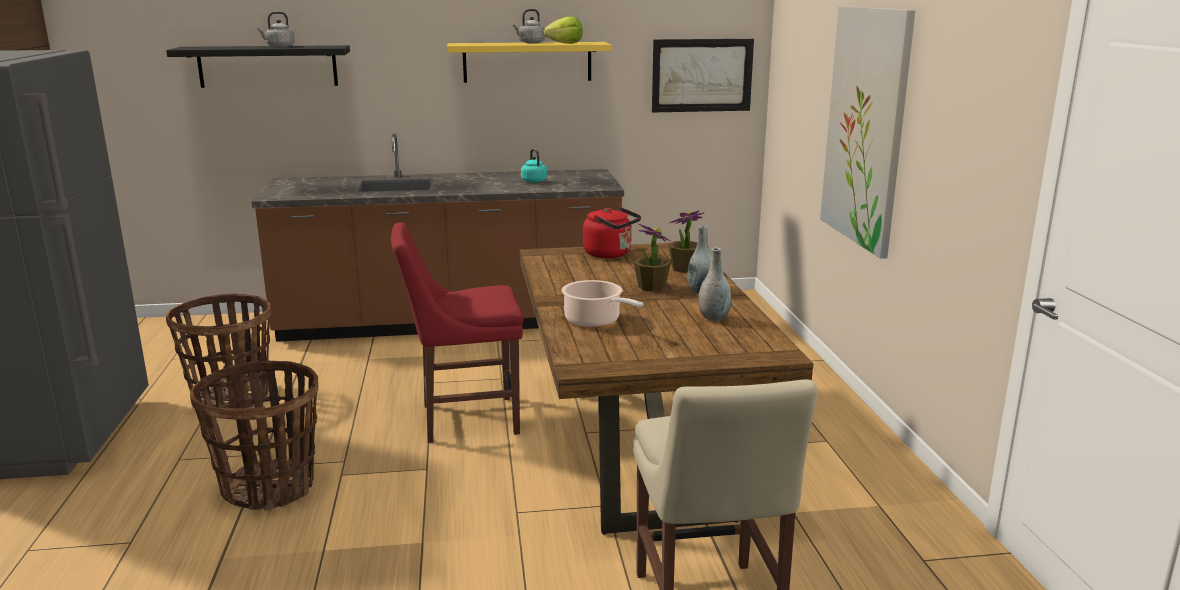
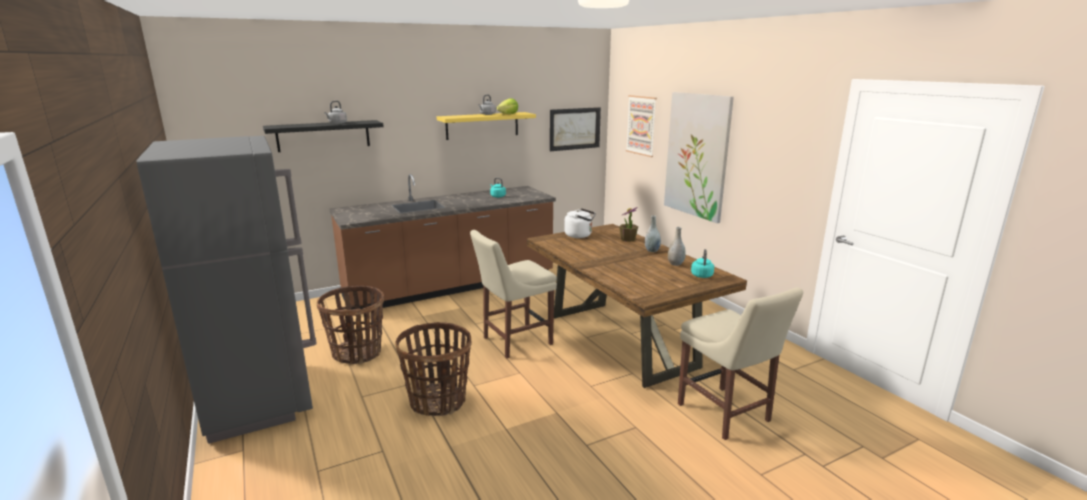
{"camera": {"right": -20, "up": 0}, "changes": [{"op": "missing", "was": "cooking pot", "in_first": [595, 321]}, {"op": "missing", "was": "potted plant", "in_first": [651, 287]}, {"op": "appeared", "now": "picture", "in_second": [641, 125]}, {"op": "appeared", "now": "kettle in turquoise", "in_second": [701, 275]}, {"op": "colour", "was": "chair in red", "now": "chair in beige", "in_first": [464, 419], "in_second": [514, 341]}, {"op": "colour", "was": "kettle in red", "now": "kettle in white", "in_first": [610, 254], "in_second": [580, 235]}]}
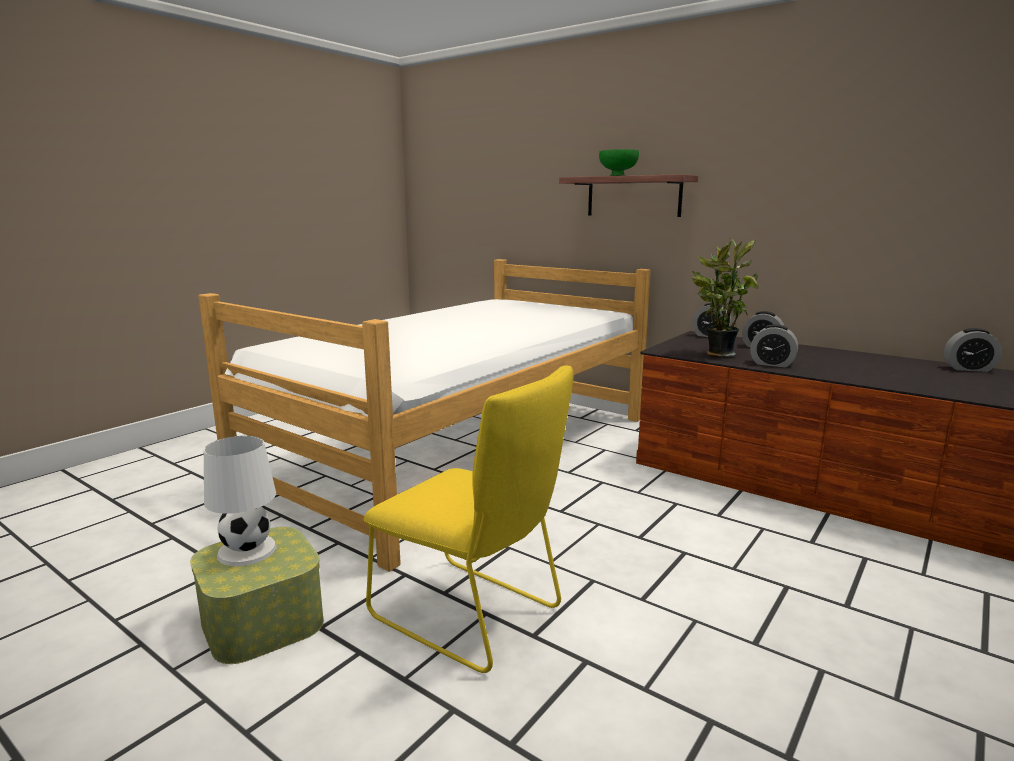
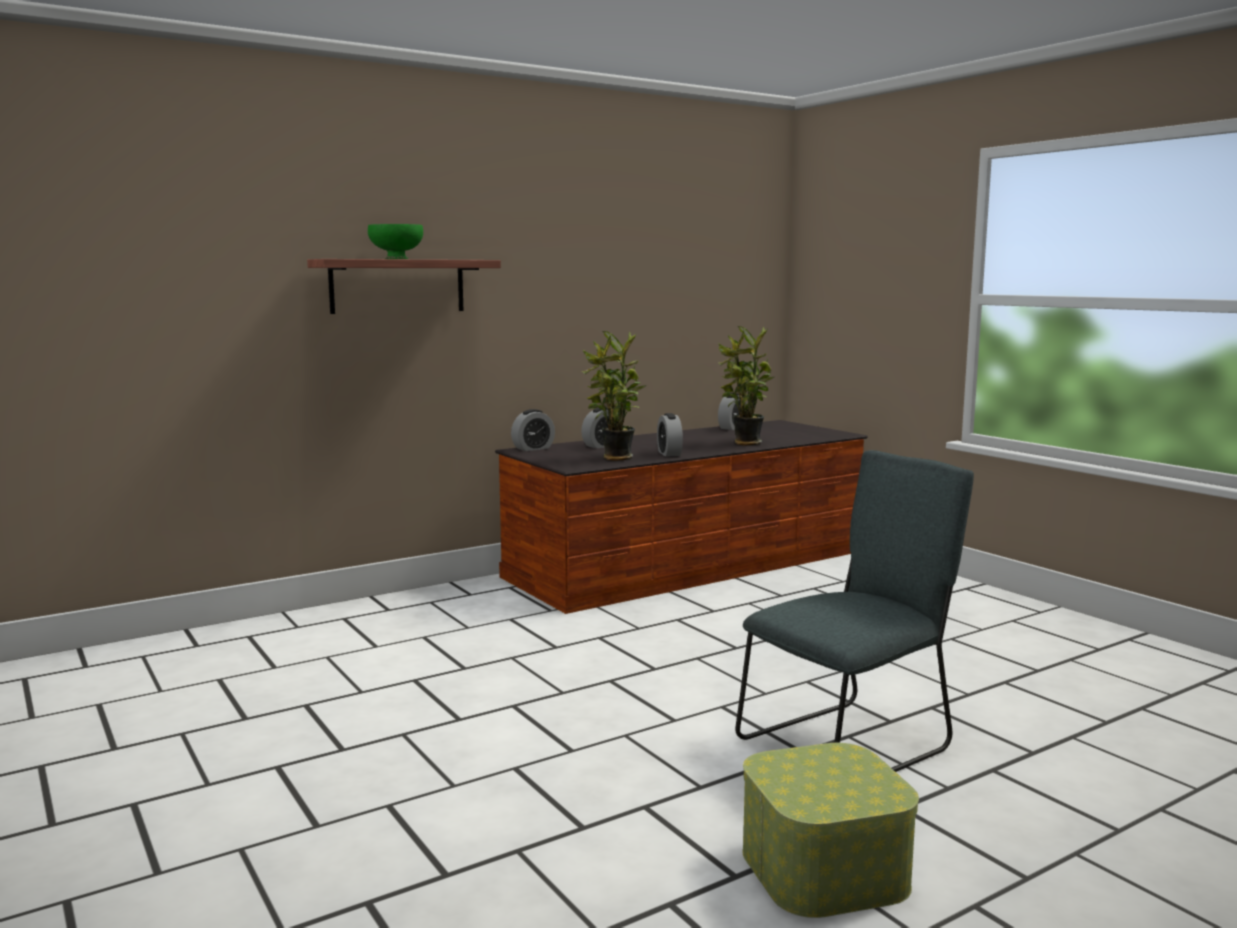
{"camera": {"right": -70, "up": -5}, "changes": [{"op": "missing", "was": "bed", "in_first": [463, 450]}, {"op": "missing", "was": "table lamp in white", "in_first": [247, 551]}, {"op": "appeared", "now": "potted plant", "in_second": [744, 443]}, {"op": "colour", "was": "chair in yellow", "now": "chair in grey", "in_first": [472, 616], "in_second": [851, 743]}, {"op": "spun", "was": "alarm clock", "in_first": [772, 364], "in_second": [669, 453], "clockwise": 120}]}
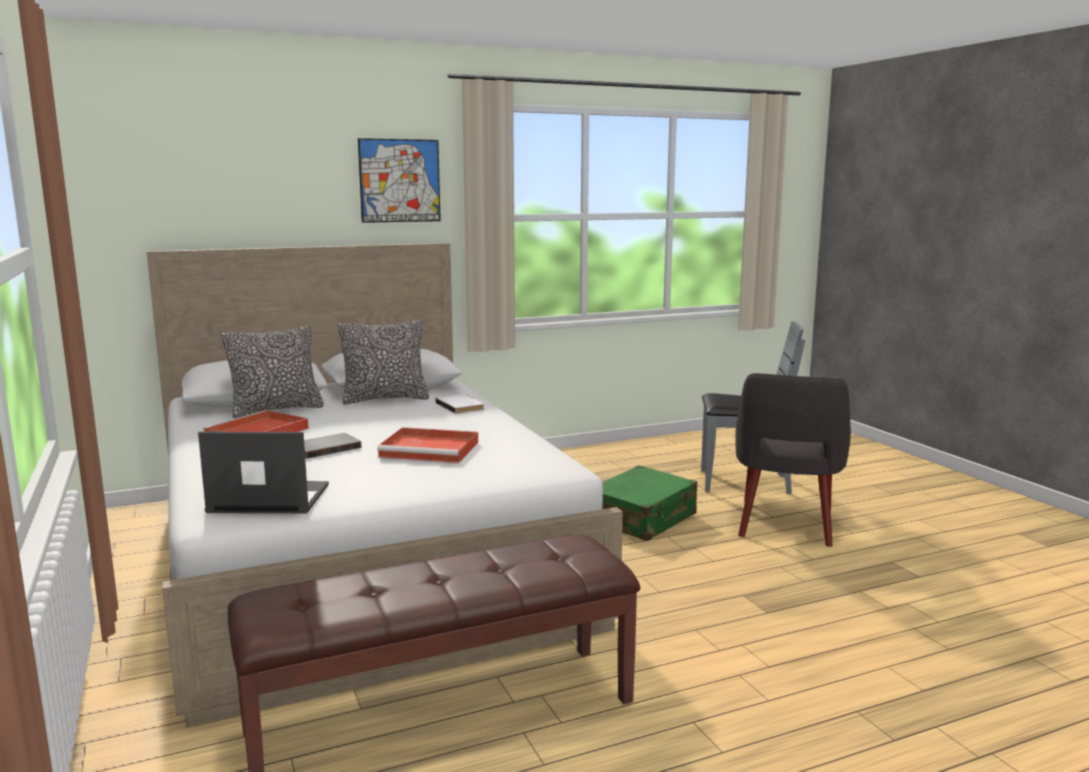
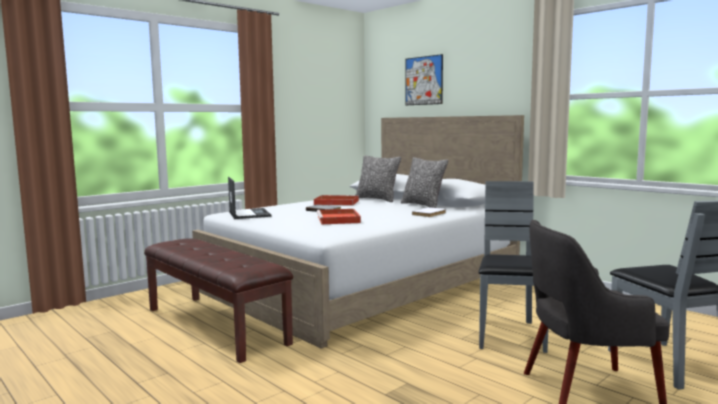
{"camera": {"right": 70, "up": -5}, "changes": [{"op": "relocated", "was": "picture", "in_first": [400, 180], "in_second": [423, 80]}, {"op": "exchanged", "was": "suitcase in green", "now": "chair in grey", "in_first": [642, 518], "in_second": [508, 335]}]}
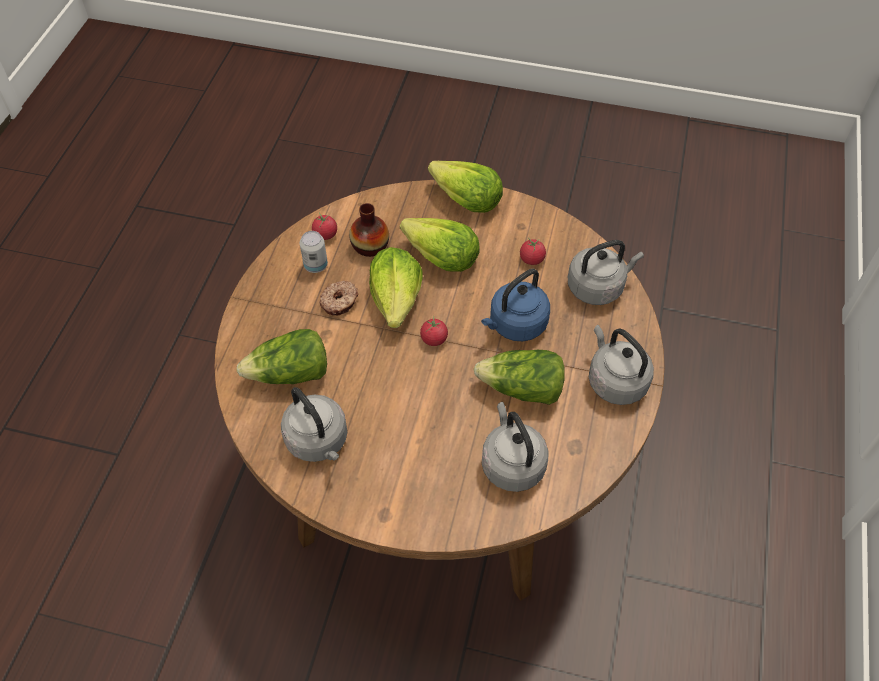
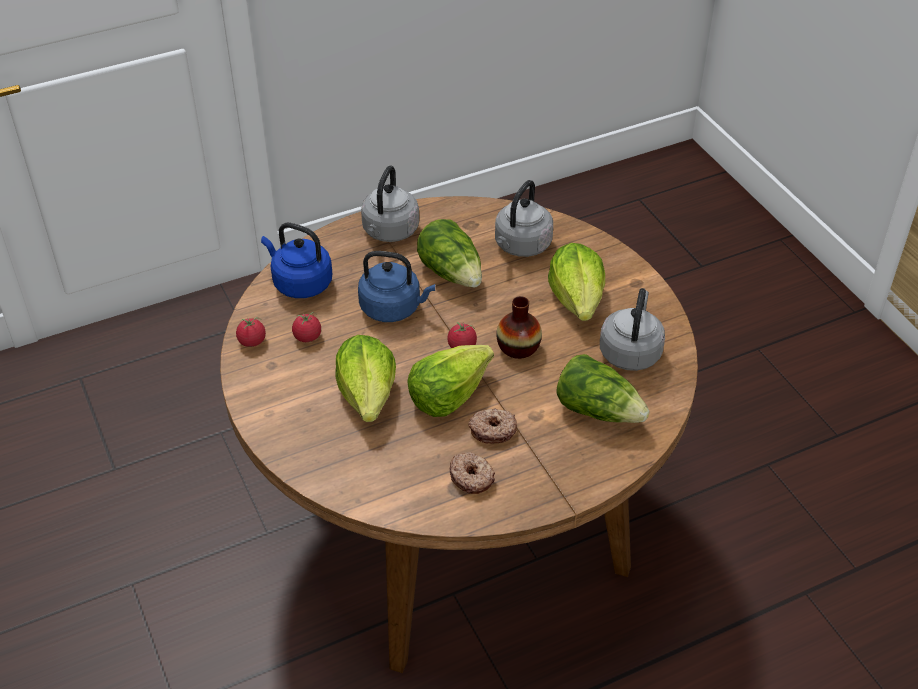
{"camera": {"right": -130, "up": -10}, "changes": [{"op": "relocated", "was": "tomato", "in_first": [325, 234], "in_second": [252, 341]}, {"op": "relocated", "was": "vase", "in_first": [370, 246], "in_second": [518, 347]}, {"op": "relocated", "was": "lettuce", "in_first": [465, 200], "in_second": [577, 300]}, {"op": "exchanged", "was": "can", "now": "donut", "in_first": [316, 265], "in_second": [471, 477]}, {"op": "colour", "was": "kettle in grey", "now": "kettle in blue", "in_first": [598, 287], "in_second": [300, 283]}]}
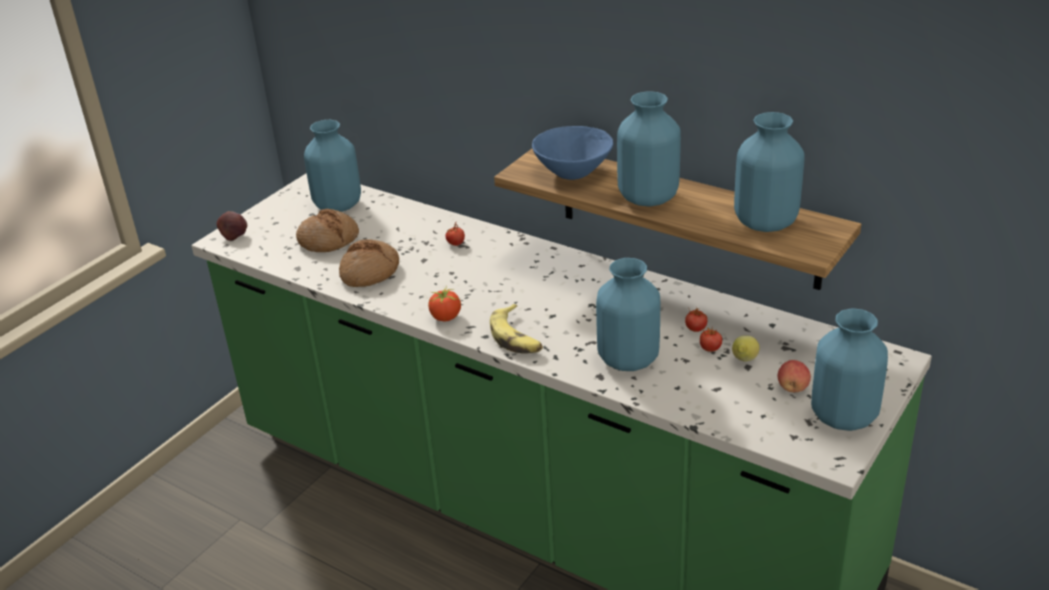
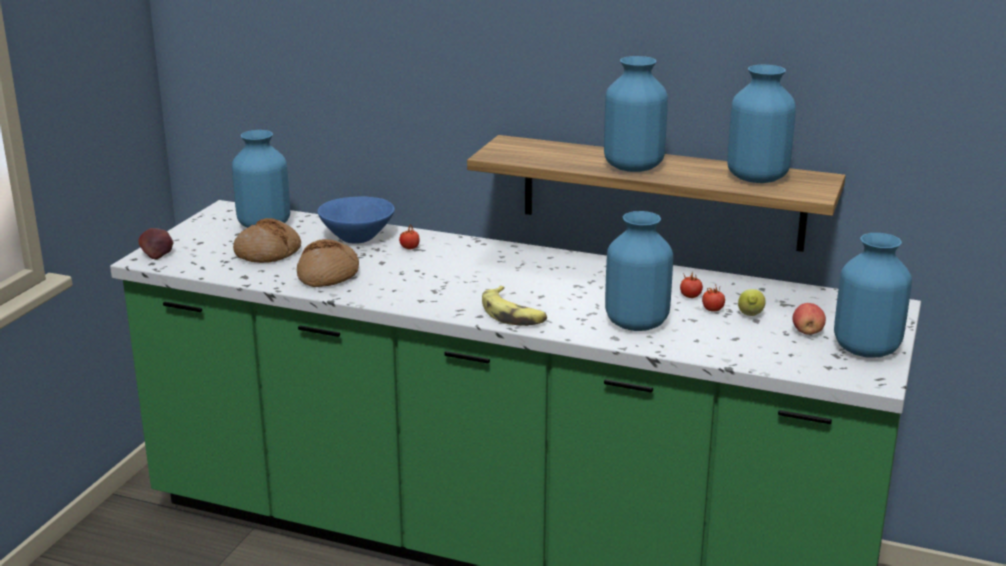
{"camera": {"right": -15, "up": -10}, "changes": [{"op": "missing", "was": "tomato", "in_first": [446, 317]}, {"op": "relocated", "was": "bowl in blue", "in_first": [574, 172], "in_second": [358, 238]}]}
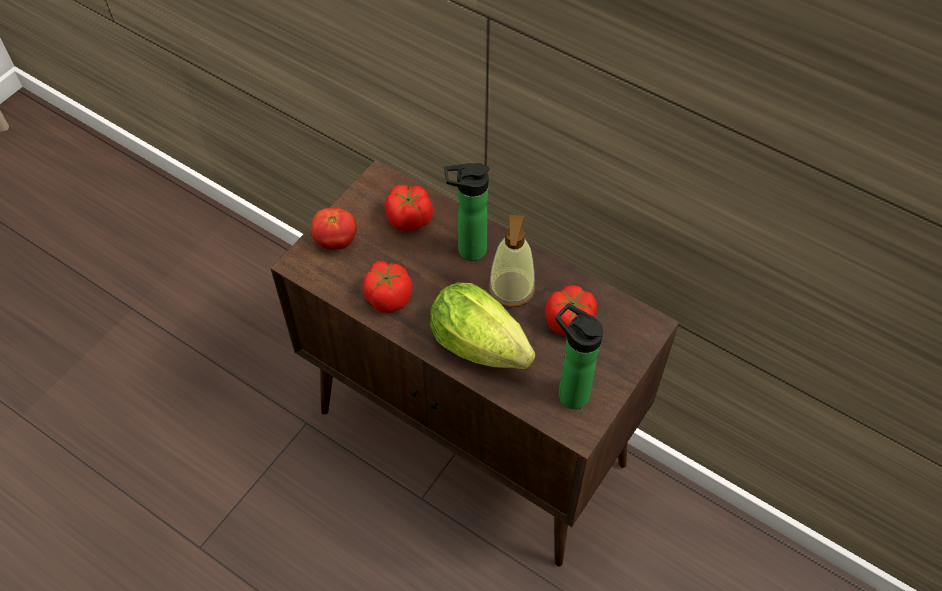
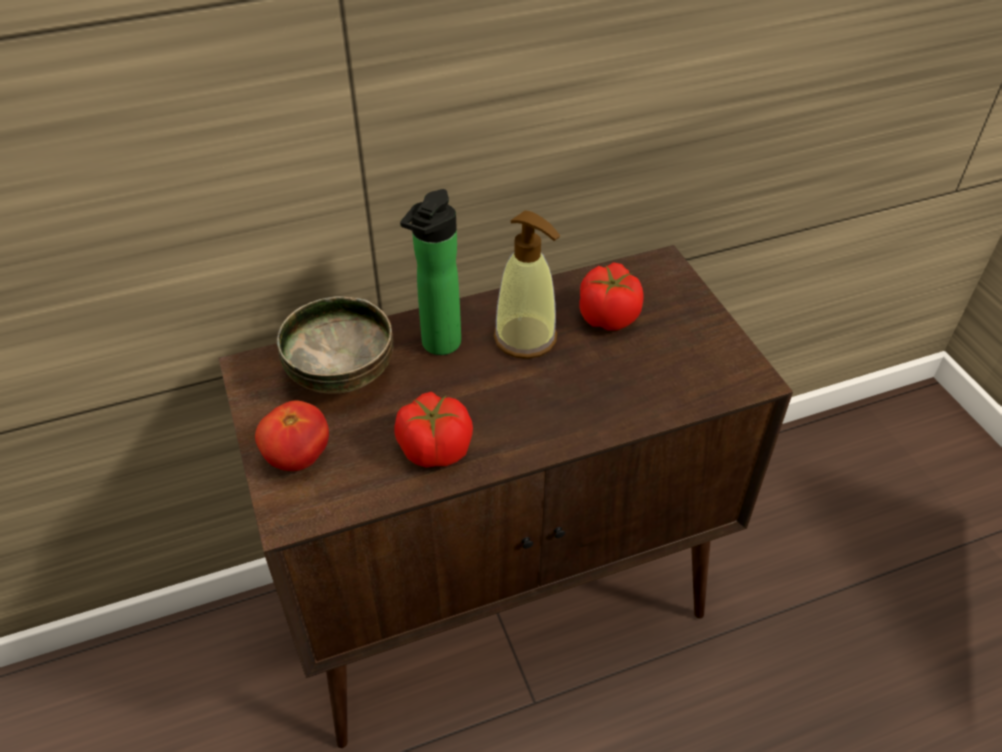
{"camera": {"right": -55, "up": -10}, "changes": [{"op": "missing", "was": "lettuce", "in_first": [484, 348]}, {"op": "missing", "was": "bottle", "in_first": [569, 392]}, {"op": "exchanged", "was": "tomato", "now": "bowl", "in_first": [410, 219], "in_second": [342, 372]}]}
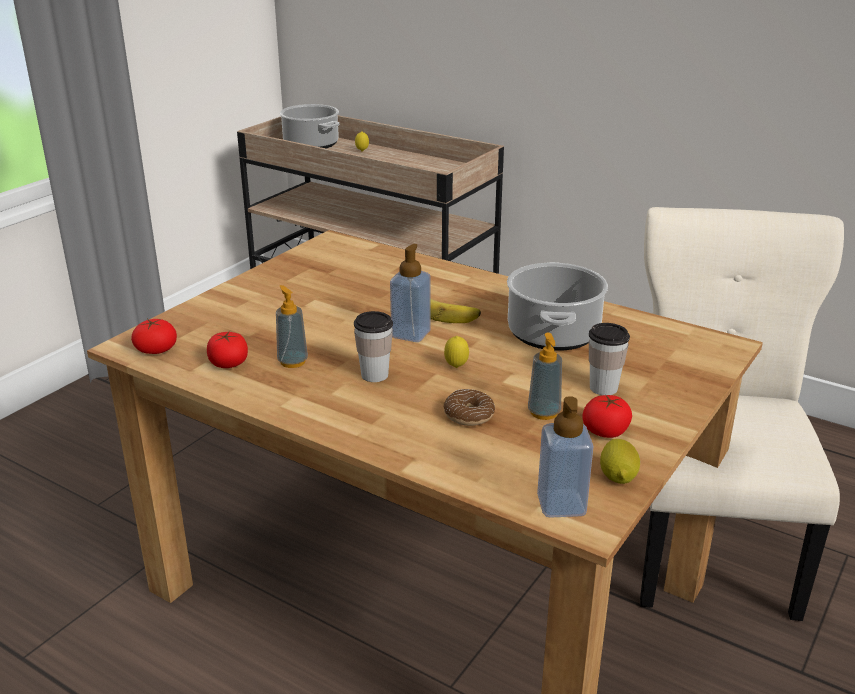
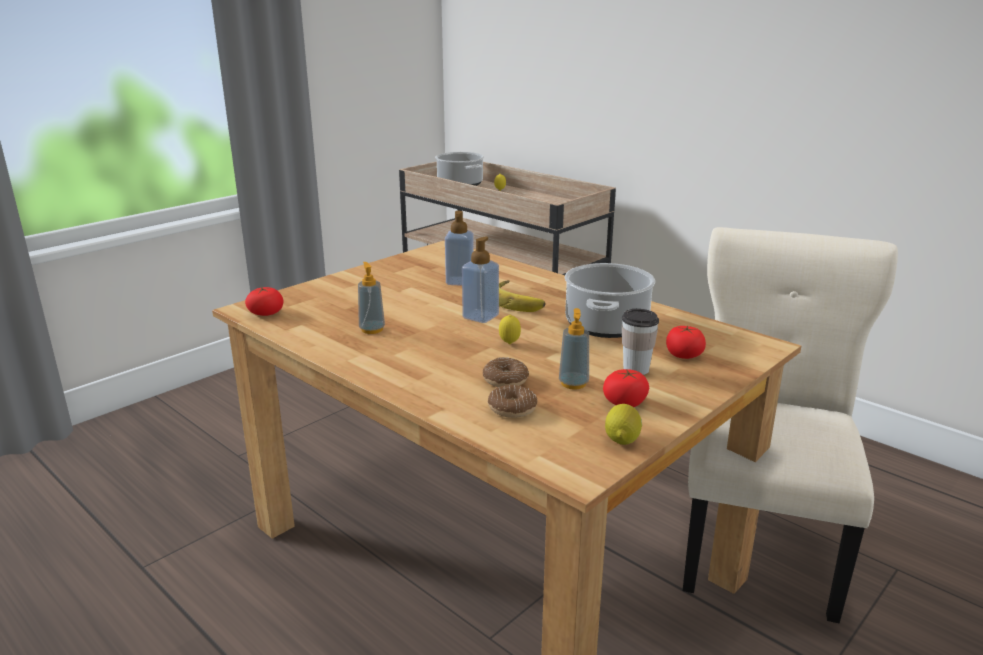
{"camera": {"right": 10, "up": -5}, "changes": [{"op": "missing", "was": "cup", "in_first": [375, 375]}, {"op": "appeared", "now": "donut", "in_second": [512, 408]}, {"op": "relocated", "was": "tomato", "in_first": [228, 363], "in_second": [684, 355]}, {"op": "relocated", "was": "soap dispenser", "in_first": [561, 504], "in_second": [460, 281]}]}
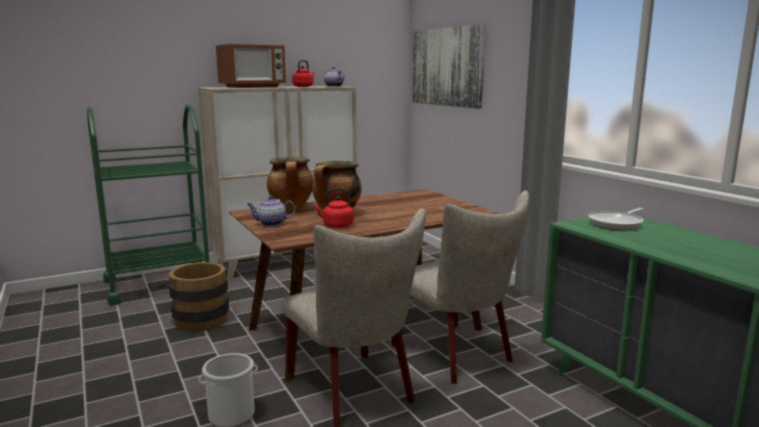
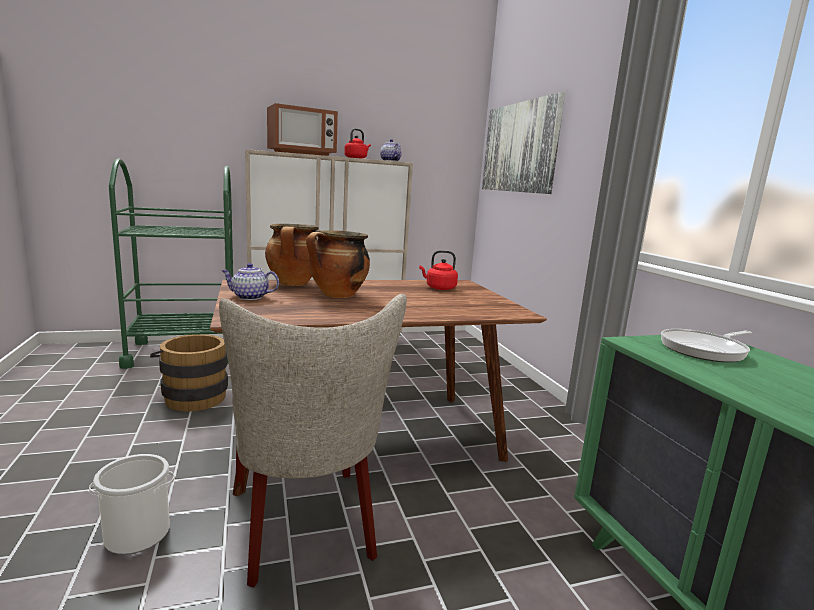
{"camera": {"right": 10, "up": 0}, "changes": [{"op": "missing", "was": "chair in beige", "in_first": [457, 355]}, {"op": "relocated", "was": "kettle in red", "in_first": [336, 225], "in_second": [439, 288]}]}
